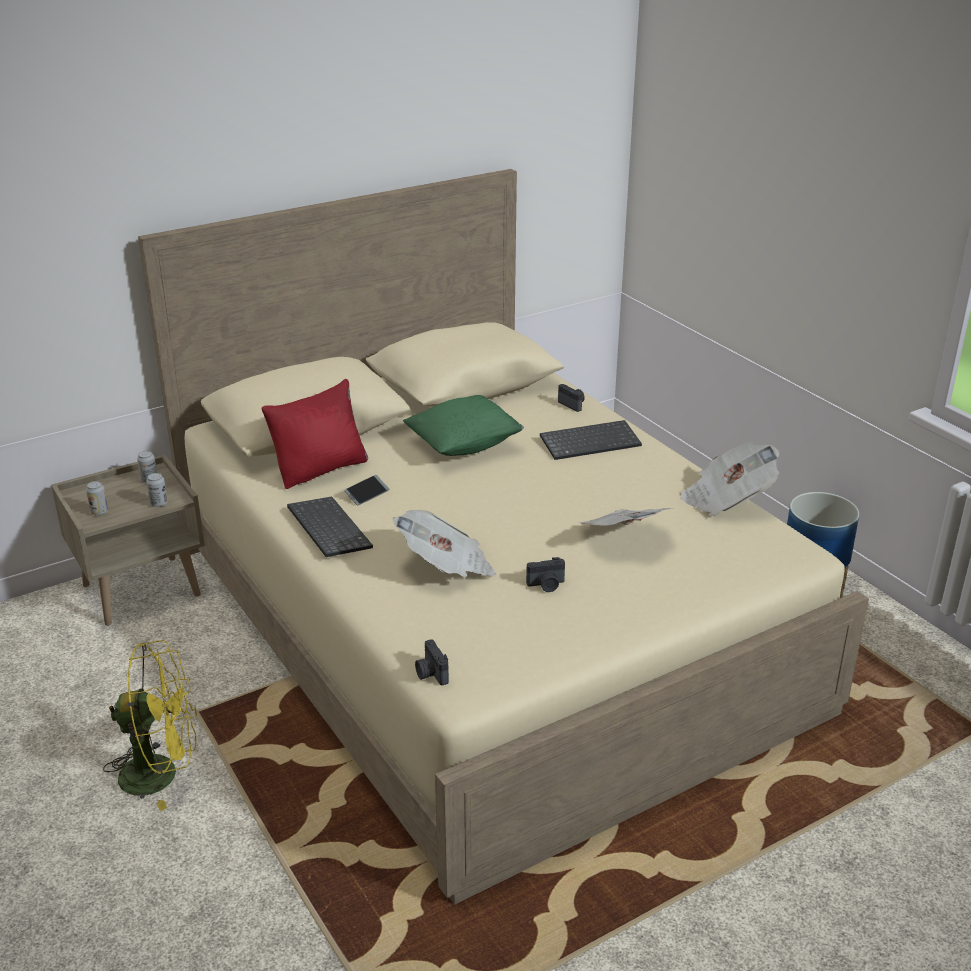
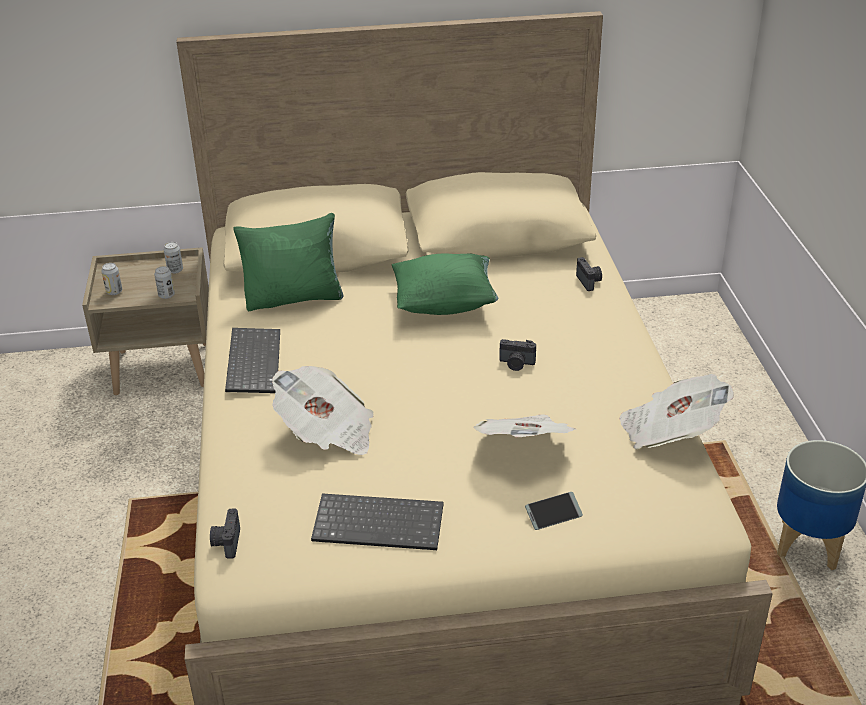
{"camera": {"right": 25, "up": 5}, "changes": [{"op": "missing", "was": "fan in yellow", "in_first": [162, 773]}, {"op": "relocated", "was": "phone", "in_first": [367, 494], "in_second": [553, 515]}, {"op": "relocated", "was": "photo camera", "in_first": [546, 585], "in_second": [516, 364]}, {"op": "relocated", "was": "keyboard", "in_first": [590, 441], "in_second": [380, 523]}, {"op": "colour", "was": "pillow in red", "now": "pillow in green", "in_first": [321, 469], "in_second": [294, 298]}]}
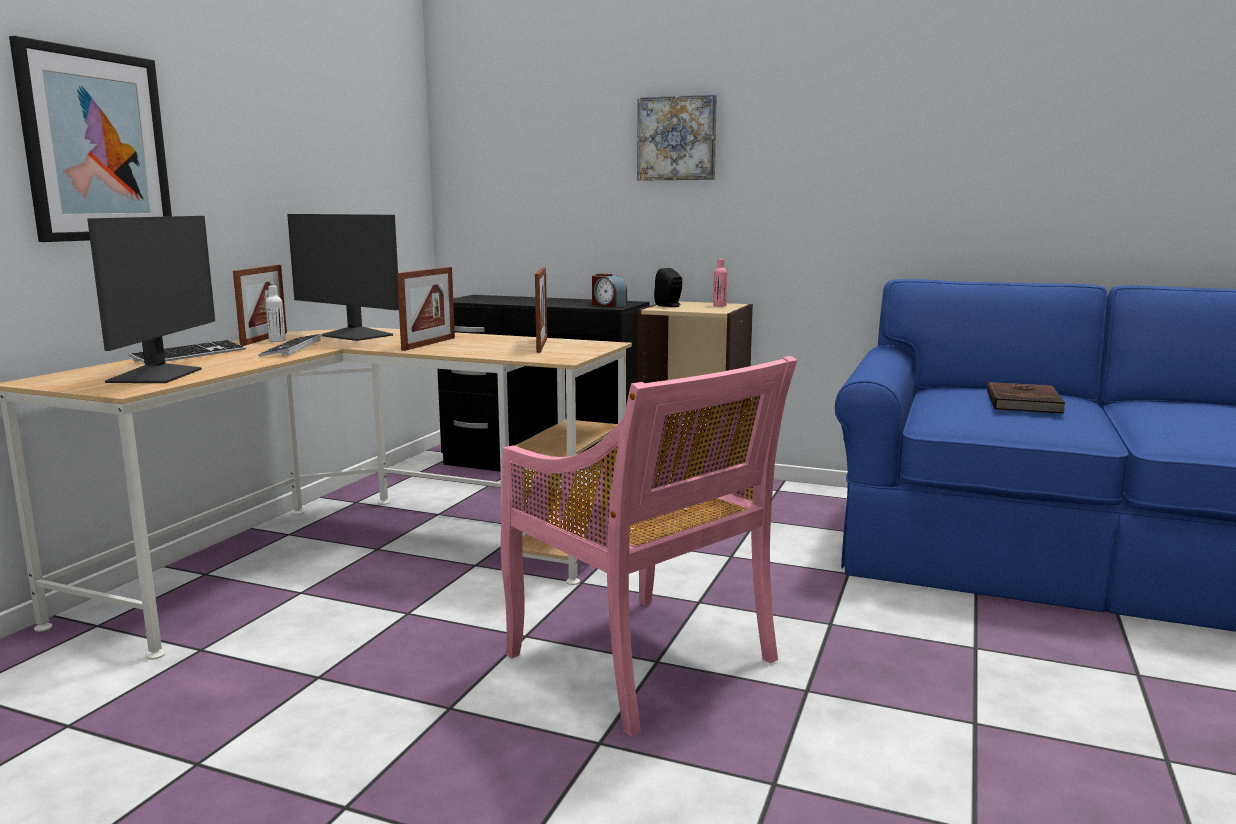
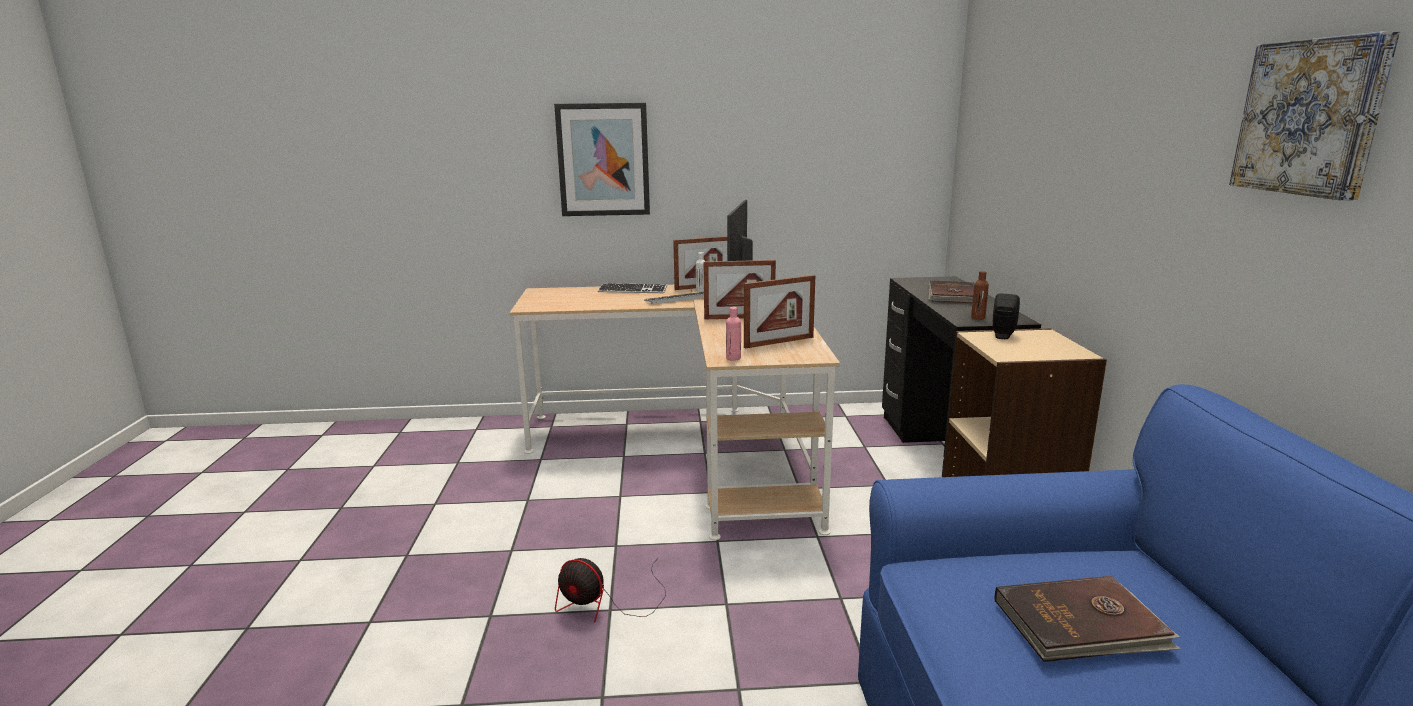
{"camera": {"right": 65, "up": 5}, "changes": [{"op": "missing", "was": "monitor", "in_first": [158, 375]}, {"op": "appeared", "now": "book in brown", "in_second": [951, 295]}, {"op": "relocated", "was": "picture", "in_first": [677, 138], "in_second": [1313, 117]}, {"op": "relocated", "was": "bottle in pink", "in_first": [719, 305], "in_second": [733, 358]}, {"op": "exchanged", "was": "chair in pink", "now": "fan", "in_first": [643, 661], "in_second": [607, 603]}, {"op": "exchanged", "was": "alarm clock", "now": "bottle in brown", "in_first": [608, 305], "in_second": [978, 318]}]}
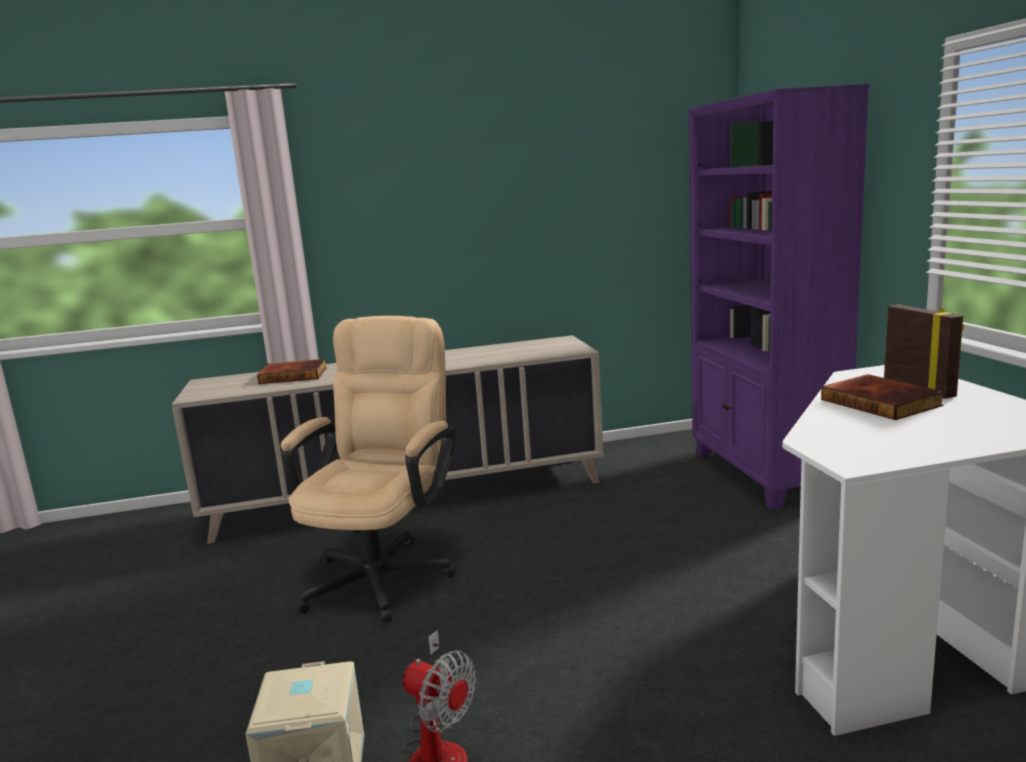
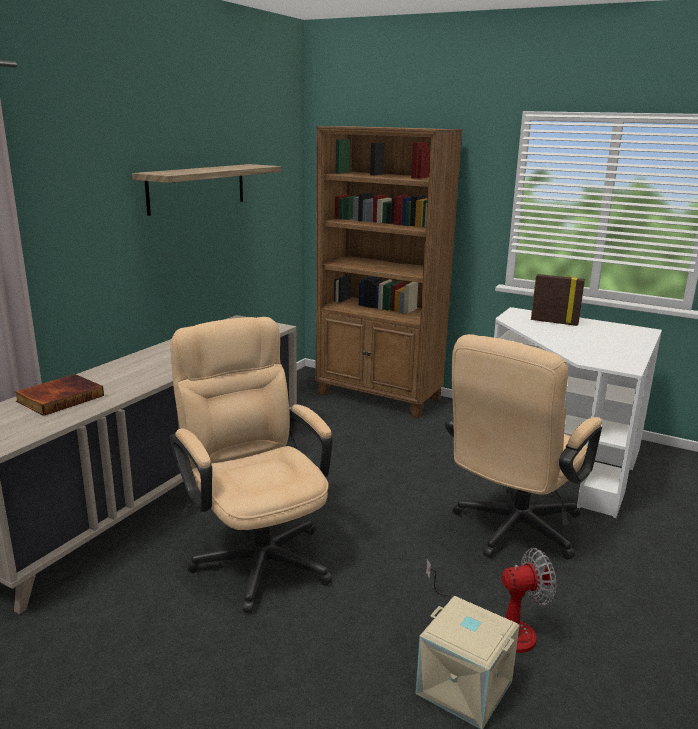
{"camera": {"right": -50, "up": 5}, "changes": [{"op": "missing", "was": "book", "in_first": [882, 402]}, {"op": "appeared", "now": "shelf", "in_second": [197, 188]}, {"op": "appeared", "now": "office chair in beige", "in_second": [511, 532]}, {"op": "colour", "was": "bookcase in purple", "now": "bookcase in brown", "in_first": [764, 475], "in_second": [379, 397]}]}
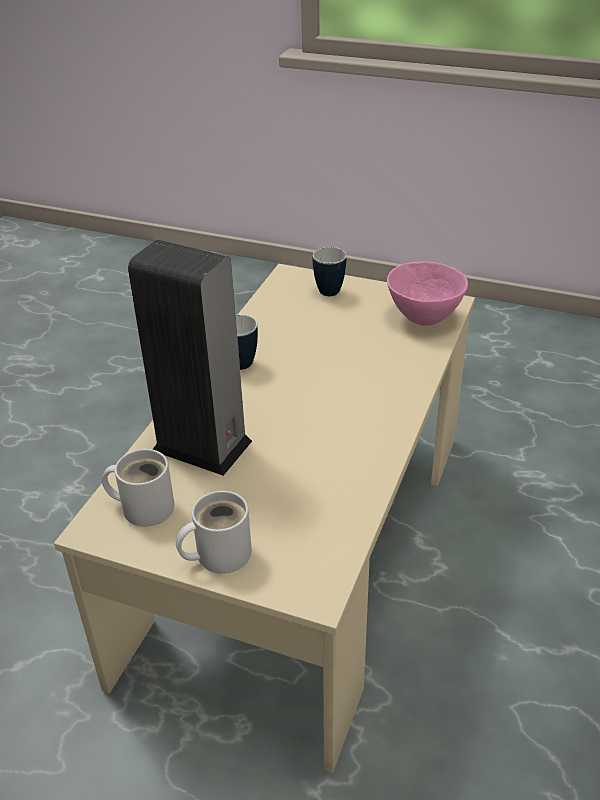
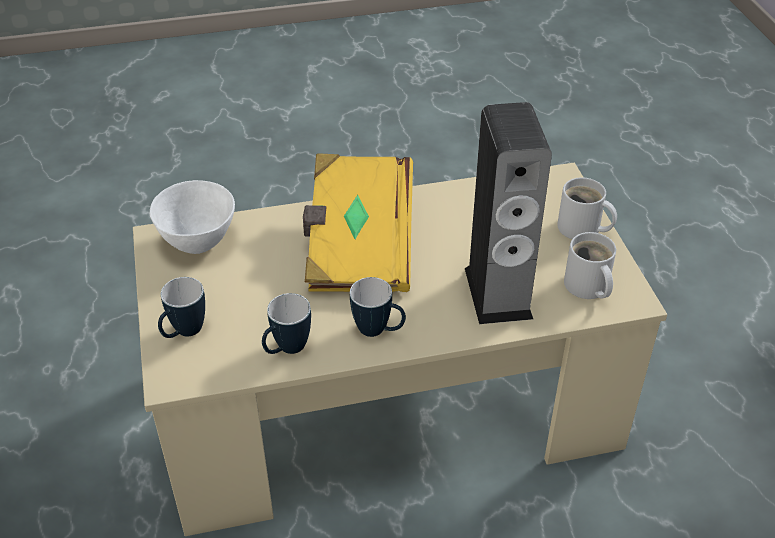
{"camera": {"right": -125, "up": 5}, "changes": [{"op": "appeared", "now": "mug", "in_second": [286, 350]}, {"op": "appeared", "now": "book in yellow", "in_second": [358, 247]}, {"op": "colour", "was": "bowl in pink", "now": "bowl in white", "in_first": [423, 318], "in_second": [199, 243]}]}
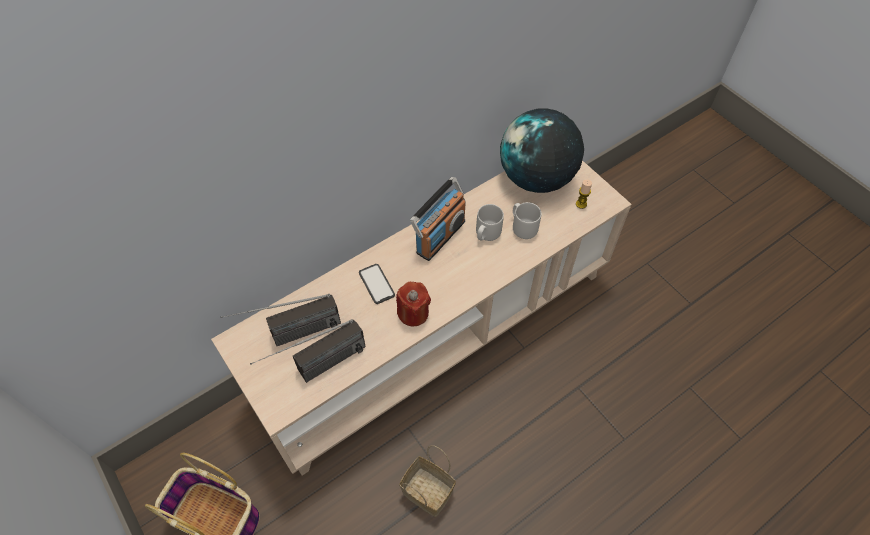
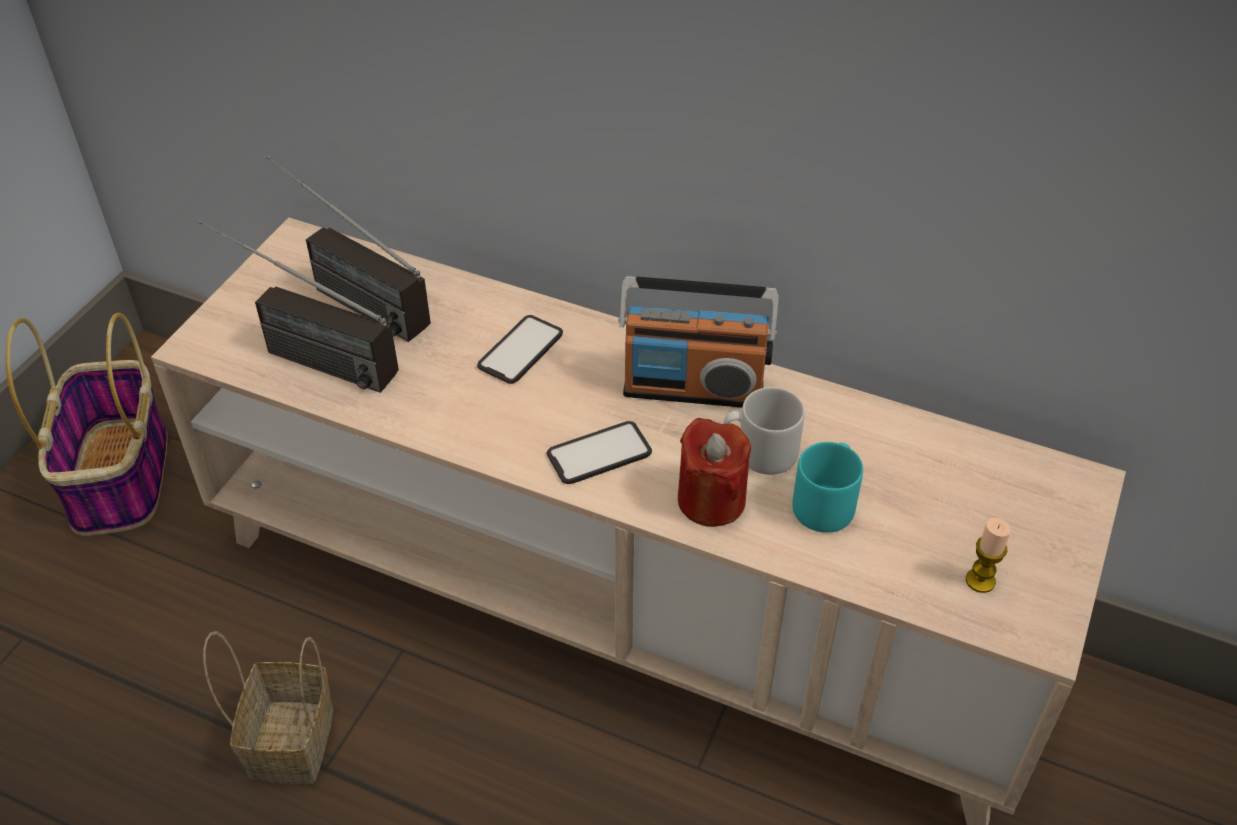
{"camera": {"right": 60, "up": -10}, "changes": [{"op": "missing", "was": "globe", "in_first": [536, 178]}, {"op": "appeared", "now": "phone", "in_second": [599, 454]}, {"op": "relocated", "was": "candle in red", "in_first": [413, 313], "in_second": [711, 500]}, {"op": "colour", "was": "mug in grey", "now": "mug in turquoise", "in_first": [523, 227], "in_second": [826, 503]}]}
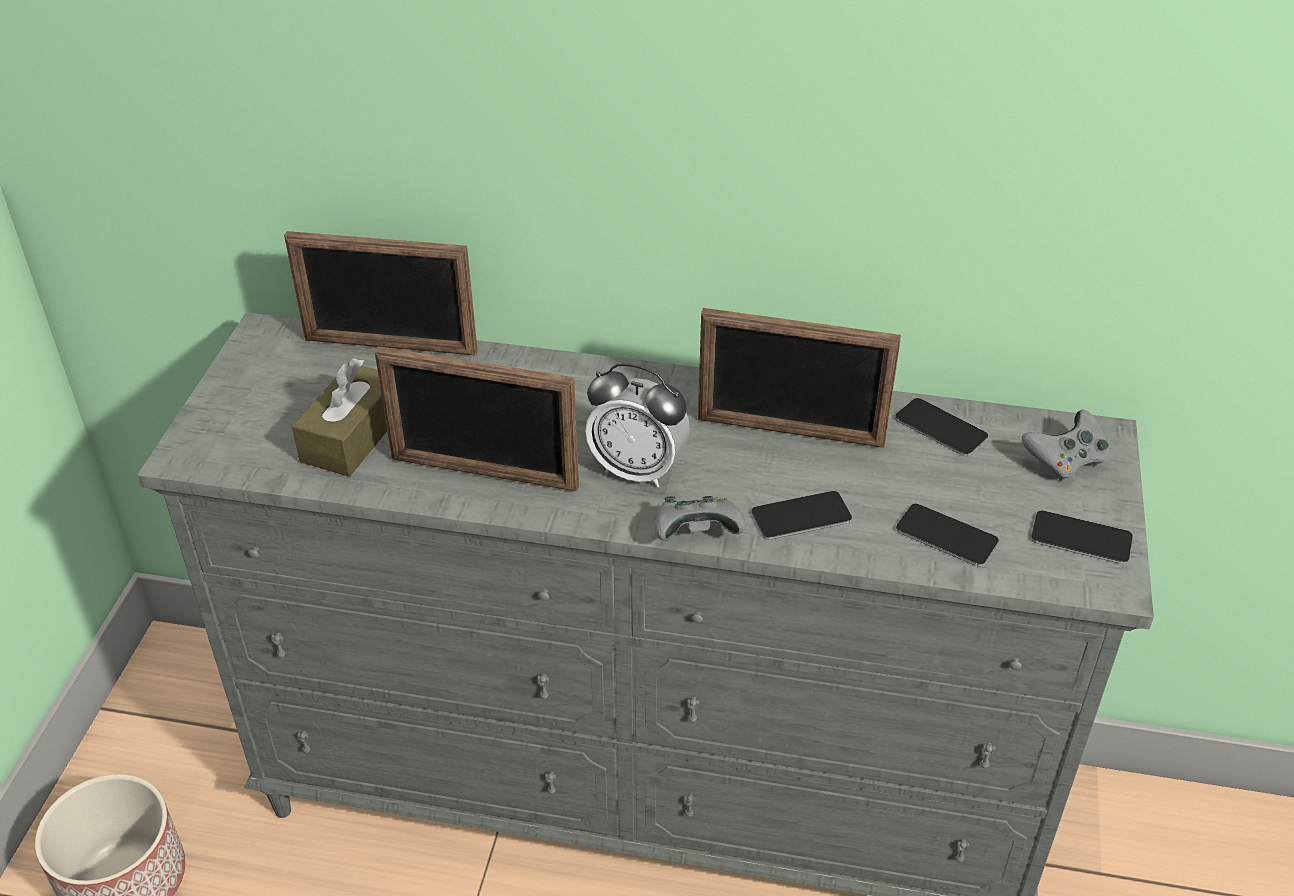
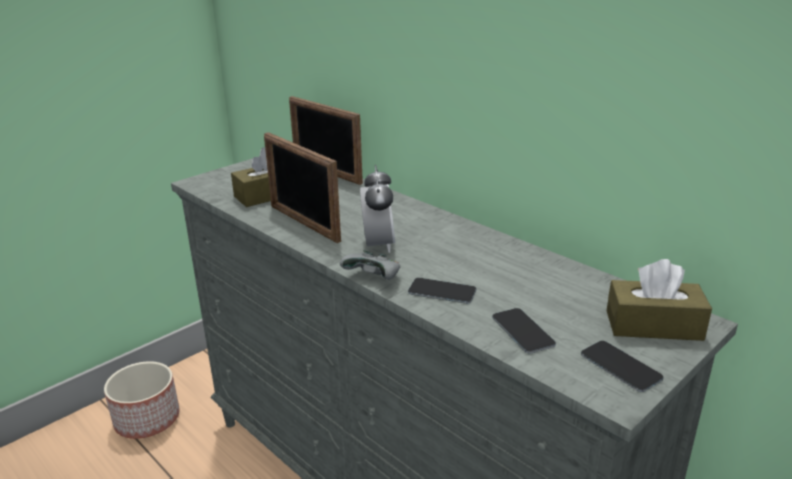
{"camera": {"right": 35, "up": -15}, "changes": [{"op": "missing", "was": "picture frame", "in_first": [790, 432]}, {"op": "missing", "was": "phone", "in_first": [941, 428]}, {"op": "exchanged", "was": "game controller in grey", "now": "tissue box in brown", "in_first": [1064, 462], "in_second": [653, 325]}, {"op": "spun", "was": "alarm clock", "in_first": [637, 469], "in_second": [378, 245], "clockwise": -150}]}
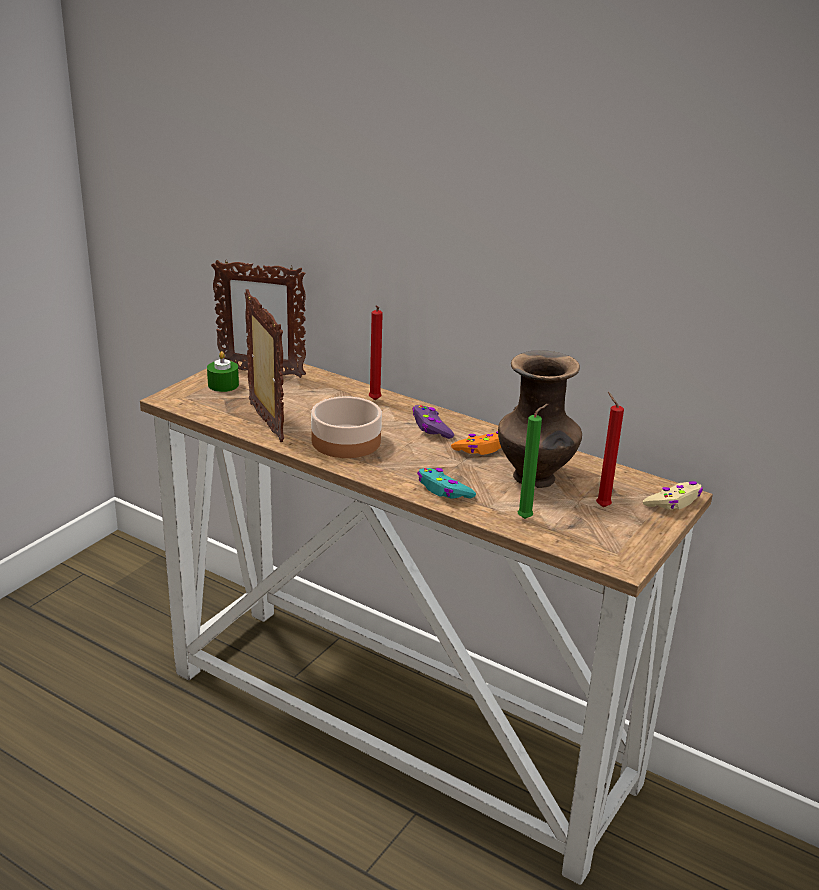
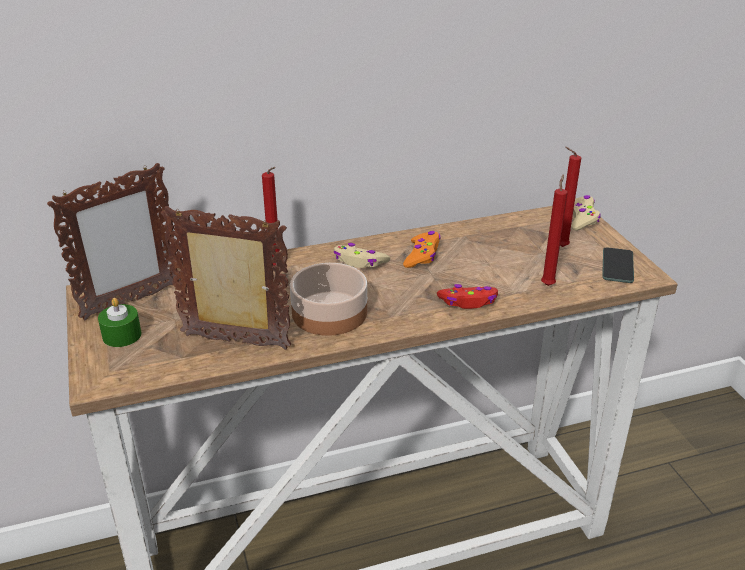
{"camera": {"right": -50, "up": 5}, "changes": [{"op": "missing", "was": "vase in brown", "in_first": [535, 479]}, {"op": "appeared", "now": "phone", "in_second": [617, 266]}, {"op": "colour", "was": "game controller in purple", "now": "game controller in beige", "in_first": [431, 428], "in_second": [360, 262]}, {"op": "colour", "was": "game controller in turquoise", "now": "game controller in red", "in_first": [443, 490], "in_second": [468, 302]}, {"op": "colour", "was": "candle in green", "now": "candle in red", "in_first": [527, 518], "in_second": [548, 284]}]}
